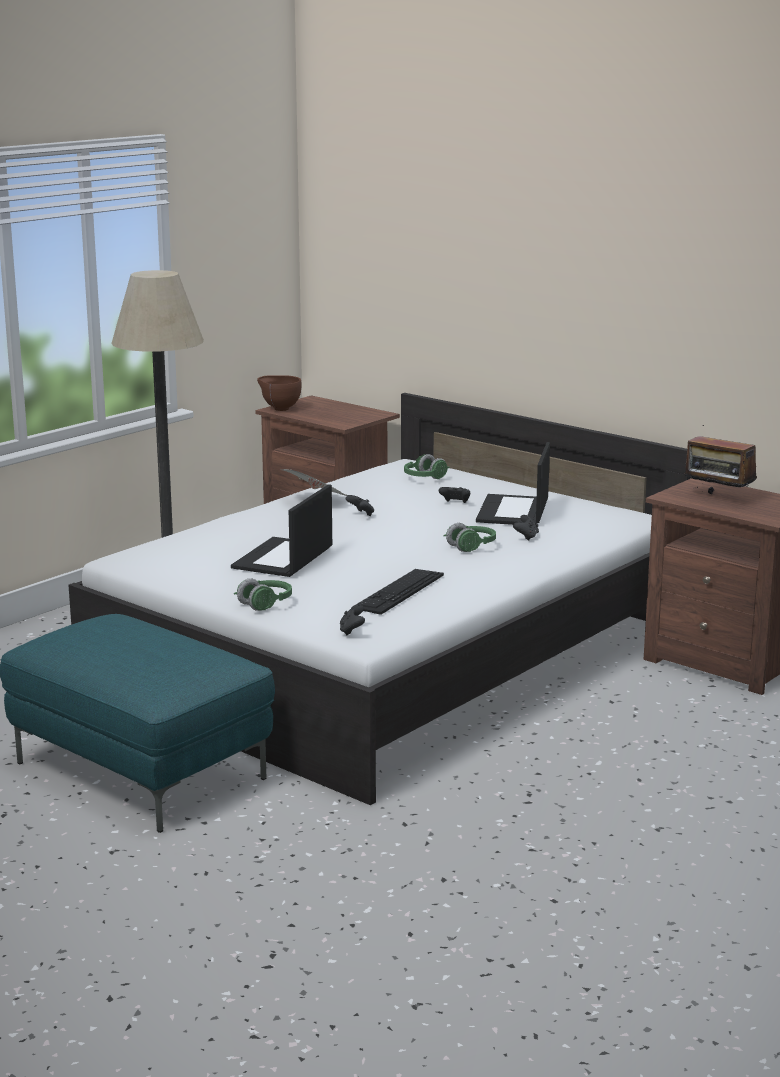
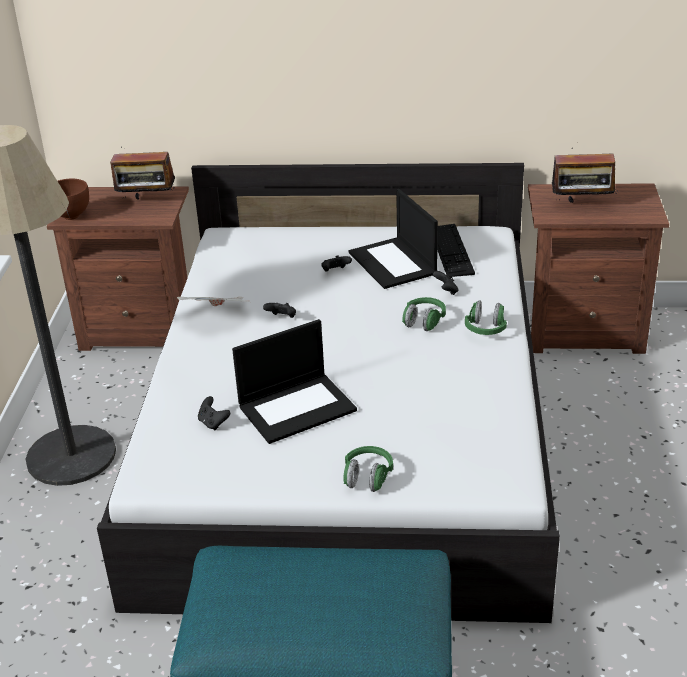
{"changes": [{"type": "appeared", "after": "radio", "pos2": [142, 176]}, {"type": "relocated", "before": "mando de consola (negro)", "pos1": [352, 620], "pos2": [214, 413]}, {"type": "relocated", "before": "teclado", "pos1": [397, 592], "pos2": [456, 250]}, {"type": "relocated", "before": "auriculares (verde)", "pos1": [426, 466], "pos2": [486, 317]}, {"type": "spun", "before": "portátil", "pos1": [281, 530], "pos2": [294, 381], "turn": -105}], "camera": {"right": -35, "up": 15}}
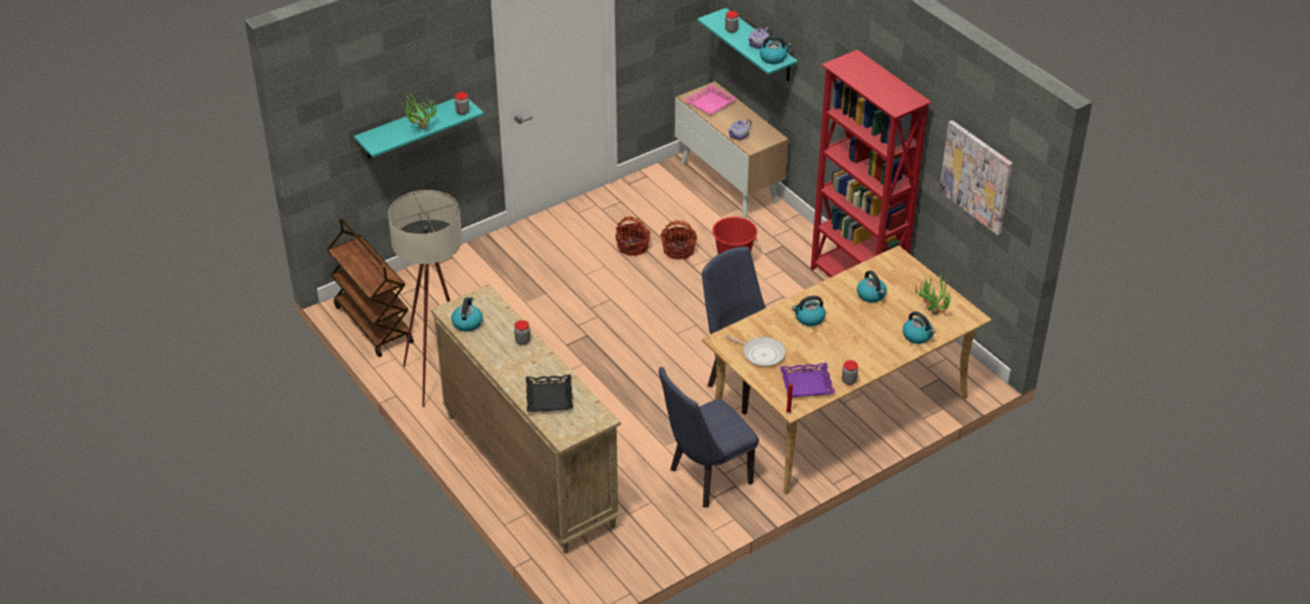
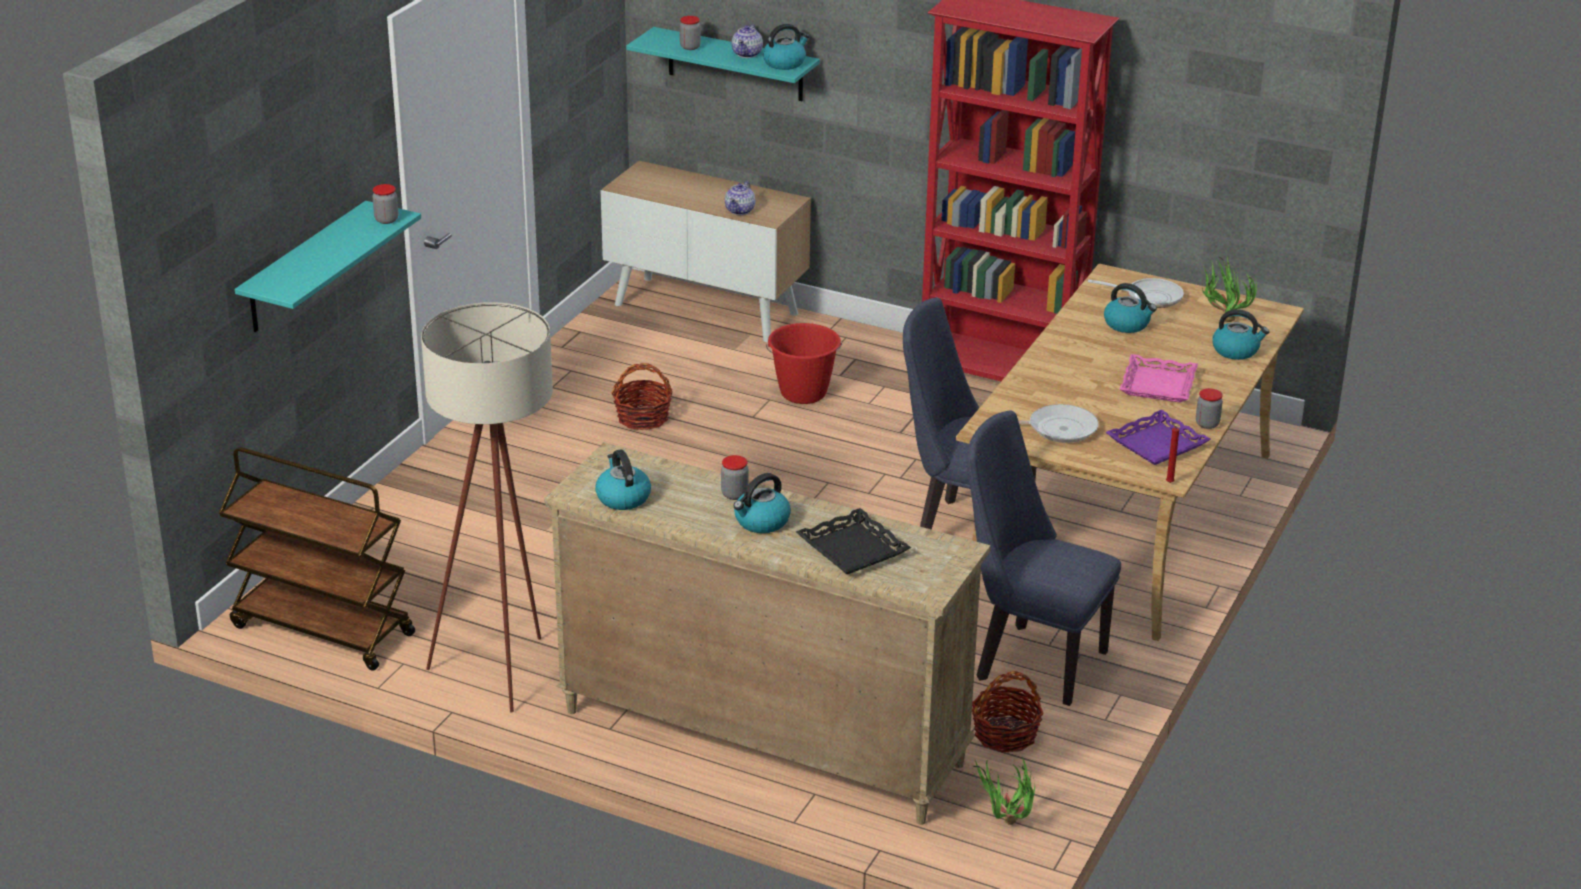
{"changes": [{"type": "missing", "before": "cuadro", "pos1": [976, 177]}, {"type": "appeared", "after": "sartén", "pos2": [1136, 293]}, {"type": "relocated", "before": "planta en maceta", "pos1": [419, 110], "pos2": [1004, 791]}, {"type": "relocated", "before": "cesta", "pos1": [678, 240], "pos2": [1008, 711]}, {"type": "relocated", "before": "bandeja (rosa)", "pos1": [711, 99], "pos2": [1158, 378]}, {"type": "relocated", "before": "hervidor", "pos1": [809, 311], "pos2": [762, 503]}, {"type": "spun", "before": "silla (azul)", "pos1": [709, 437], "pos2": [1044, 558], "turn": 90}], "camera": {"right": -30, "up": -10}}
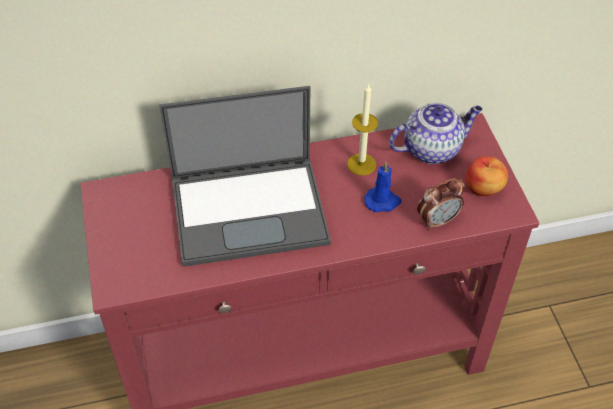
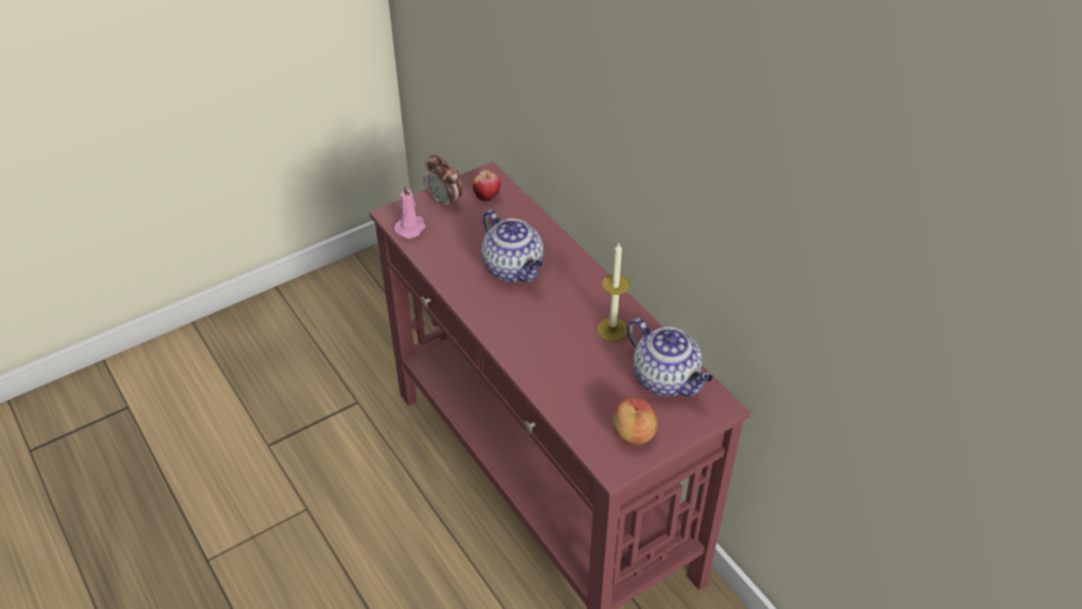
{"changes": [{"type": "missing", "before": "vela (azul)", "pos1": [383, 186]}, {"type": "appeared", "after": "vela (rosa)", "pos2": [410, 211]}, {"type": "appeared", "after": "manzana", "pos2": [487, 185]}, {"type": "relocated", "before": "despertador", "pos1": [441, 204], "pos2": [443, 182]}, {"type": "exchanged", "before": "portátil", "after": "tetera", "pos1": [245, 176], "pos2": [513, 246]}], "camera": {"right": 70, "up": -5}}
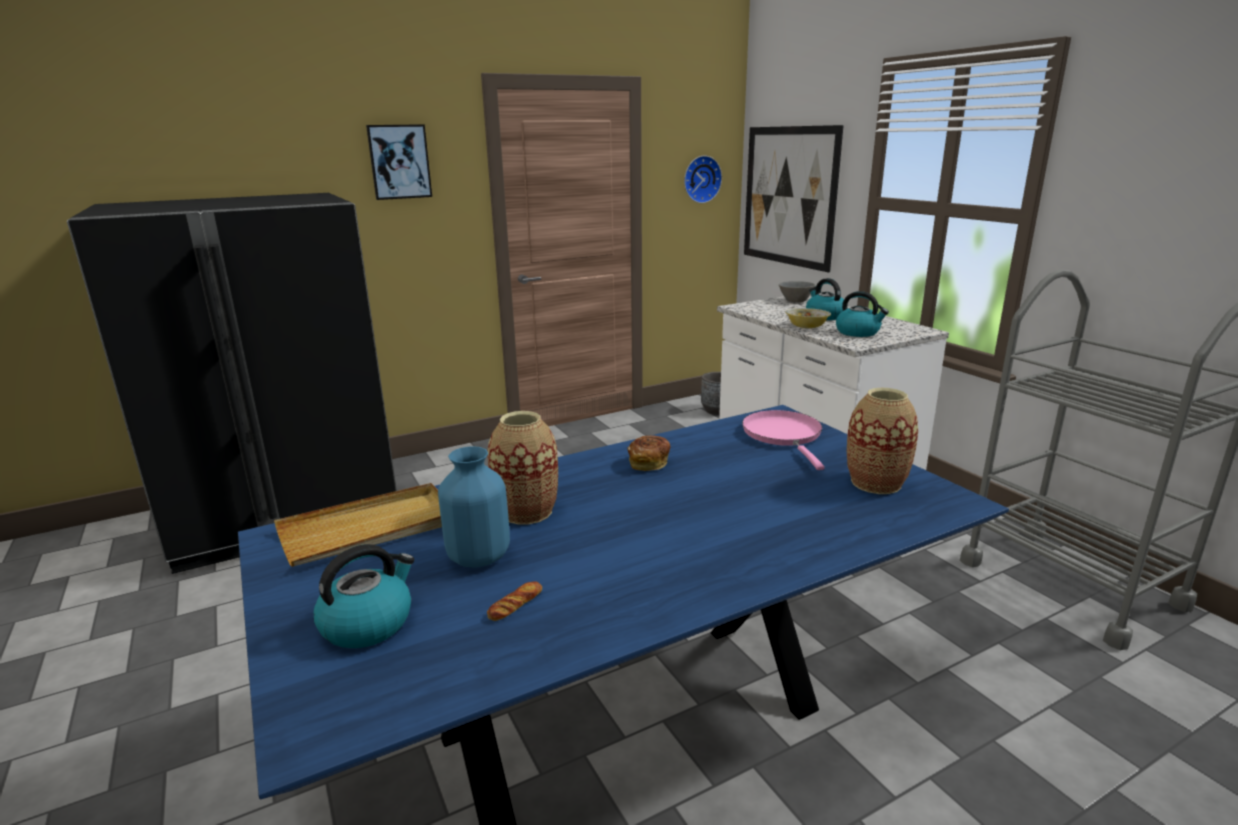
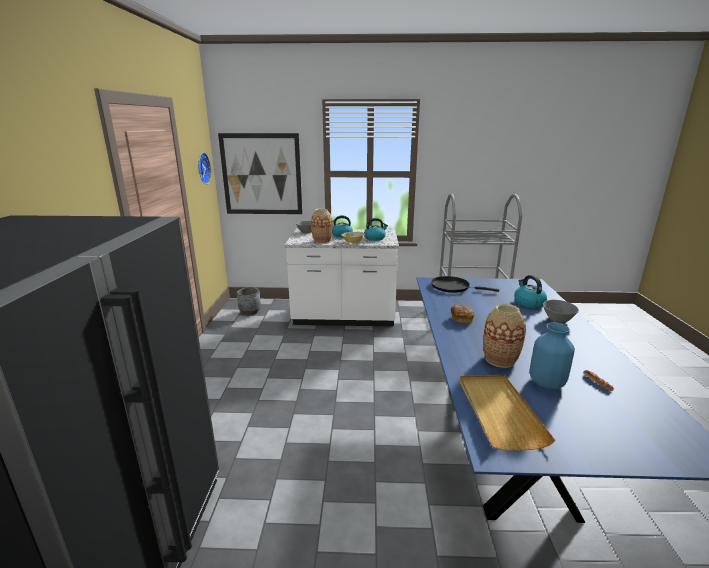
{"changes": [{"type": "missing", "before": "cuadro", "pos1": [399, 162]}, {"type": "appeared", "after": "cuenco (gris)", "pos2": [561, 311]}, {"type": "relocated", "before": "hervidor", "pos1": [364, 596], "pos2": [530, 291]}, {"type": "relocated", "before": "florero", "pos1": [882, 441], "pos2": [322, 225]}, {"type": "colour", "before": "sartén (rosa)", "after": "sartén (negro)", "pos1": [783, 440], "pos2": [465, 284]}], "camera": {"right": -60, "up": 0}}
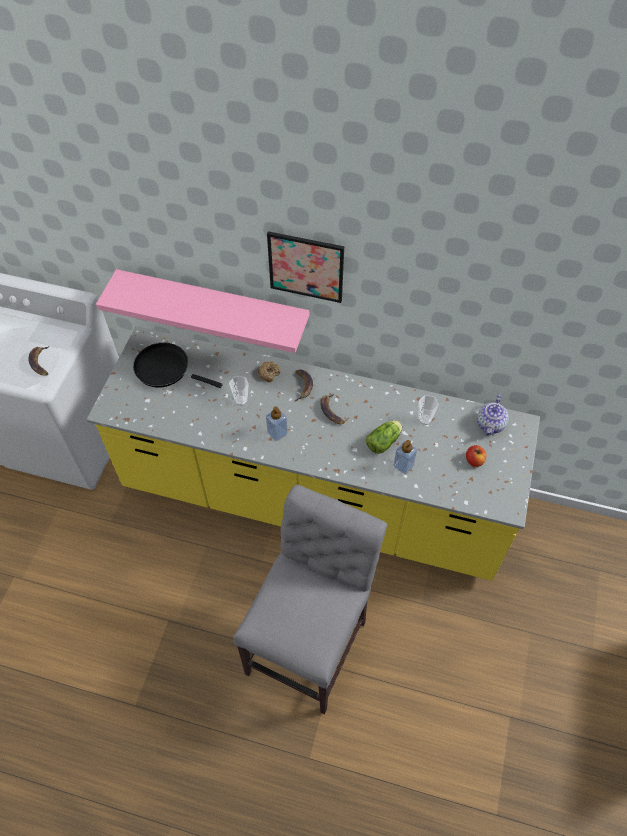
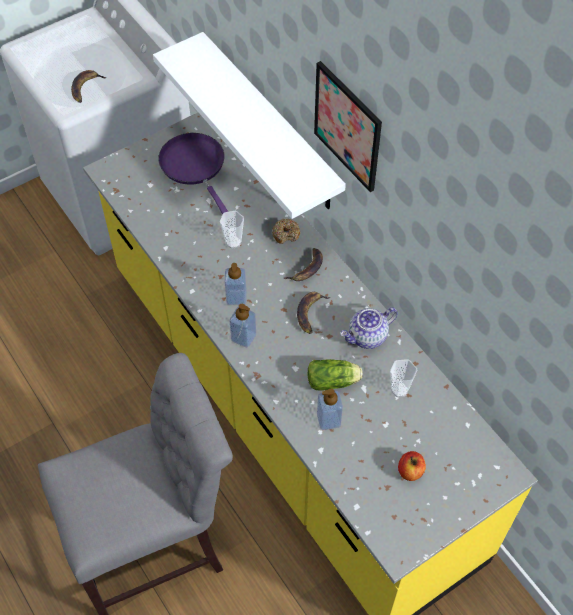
{"changes": [{"type": "appeared", "after": "dispensador de jabón", "pos2": [243, 325]}, {"type": "relocated", "before": "tetera", "pos1": [493, 415], "pos2": [369, 328]}, {"type": "colour", "before": "estante (rosa)", "after": "estante (blanco)", "pos1": [202, 311], "pos2": [249, 125]}, {"type": "colour", "before": "sartén (negro)", "after": "sartén (morado)", "pos1": [178, 365], "pos2": [193, 173]}], "camera": {"right": 40, "up": 0}}
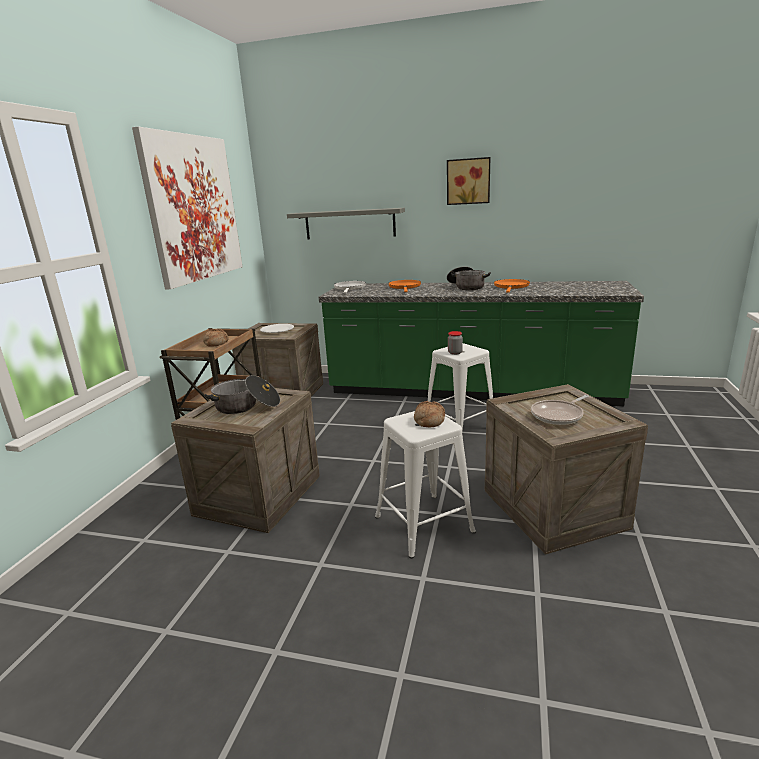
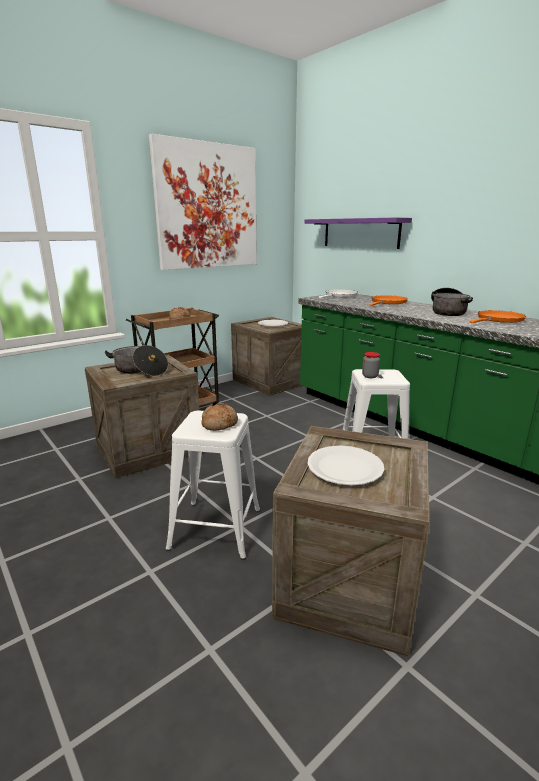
{"changes": [{"type": "missing", "before": "cuadro", "pos1": [468, 181]}, {"type": "exchanged", "before": "sartén", "after": "plato (blanco)", "pos1": [560, 410], "pos2": [345, 465]}, {"type": "colour", "before": "estante (gris)", "after": "estante (morado)", "pos1": [346, 223], "pos2": [358, 233]}], "camera": {"right": 35, "up": 0}}
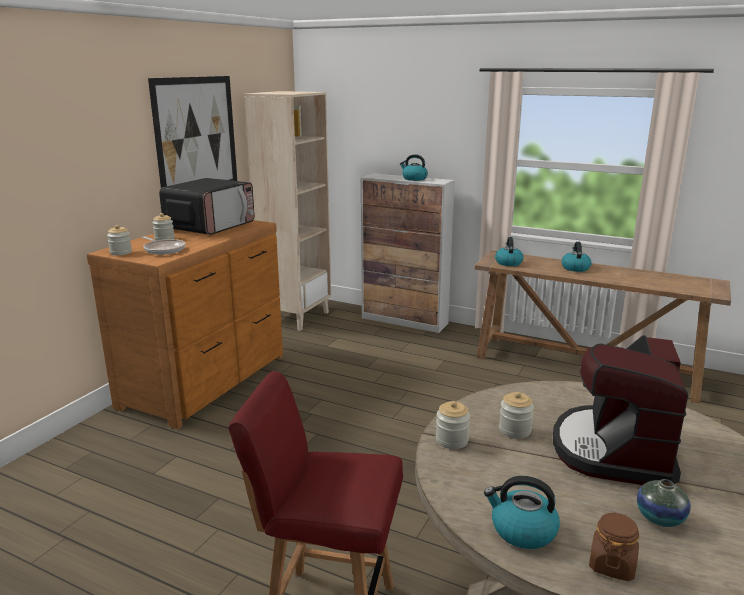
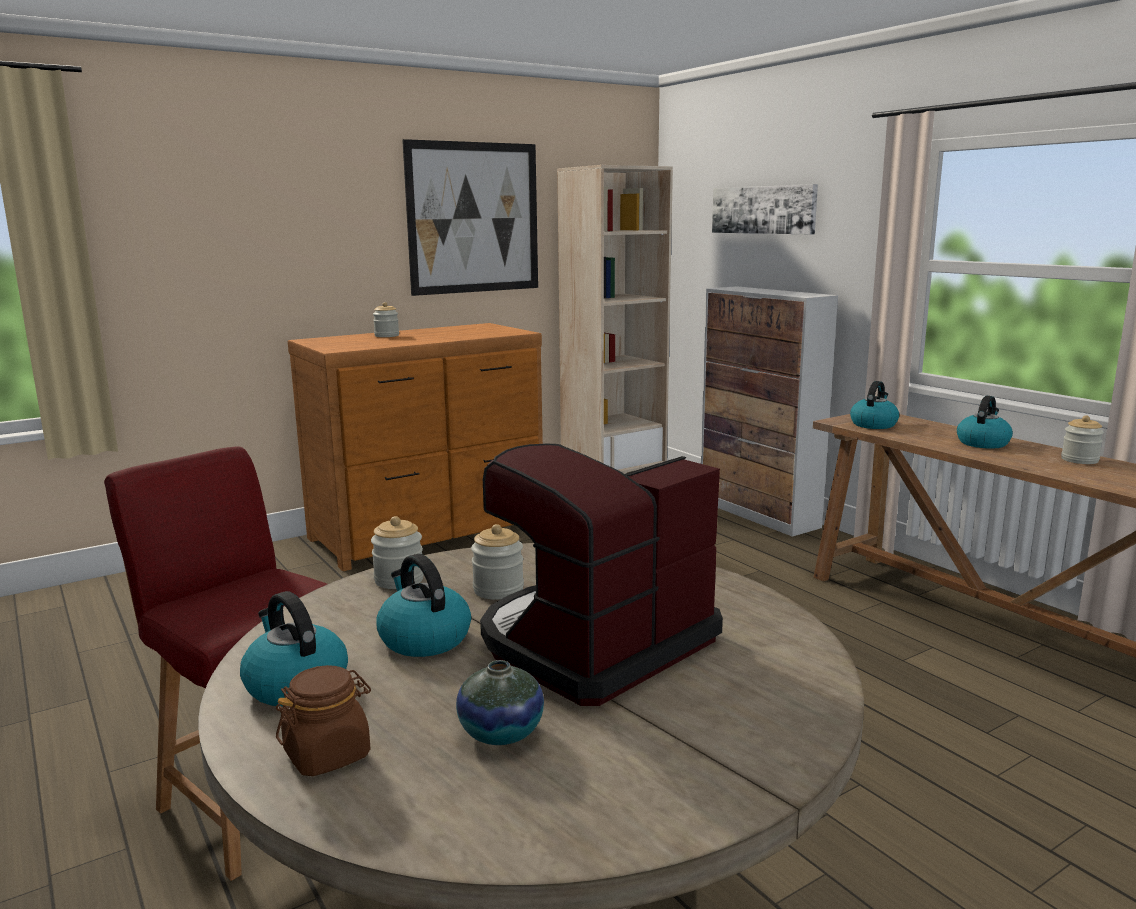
{"changes": [{"type": "missing", "before": "sartén", "pos1": [164, 245]}, {"type": "missing", "before": "microondas", "pos1": [207, 206]}, {"type": "appeared", "after": "cuadro", "pos2": [765, 209]}, {"type": "relocated", "before": "tarro", "pos1": [119, 240], "pos2": [1082, 439]}, {"type": "relocated", "before": "hervidor", "pos1": [414, 167], "pos2": [423, 605]}], "camera": {"right": 30, "up": -5}}
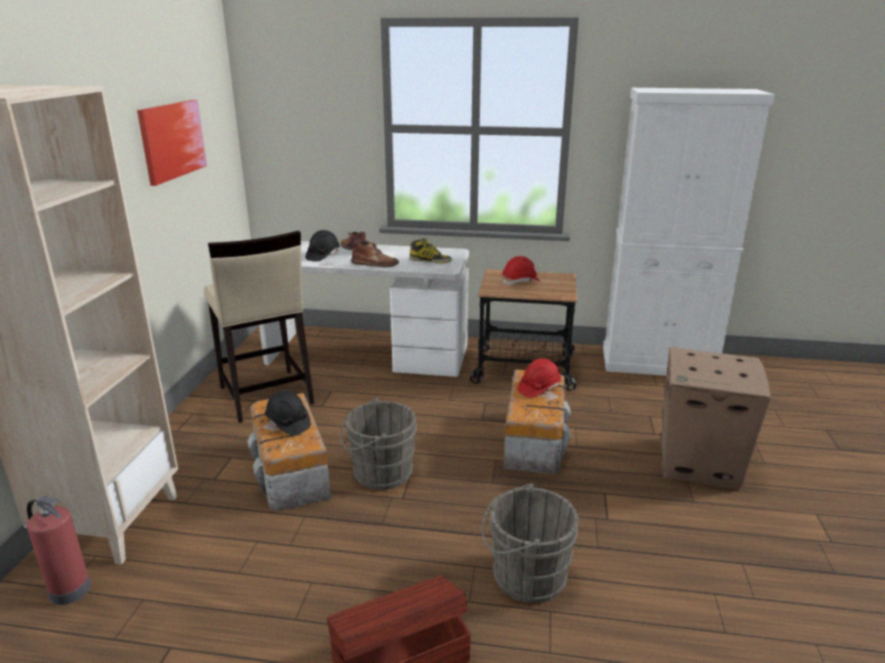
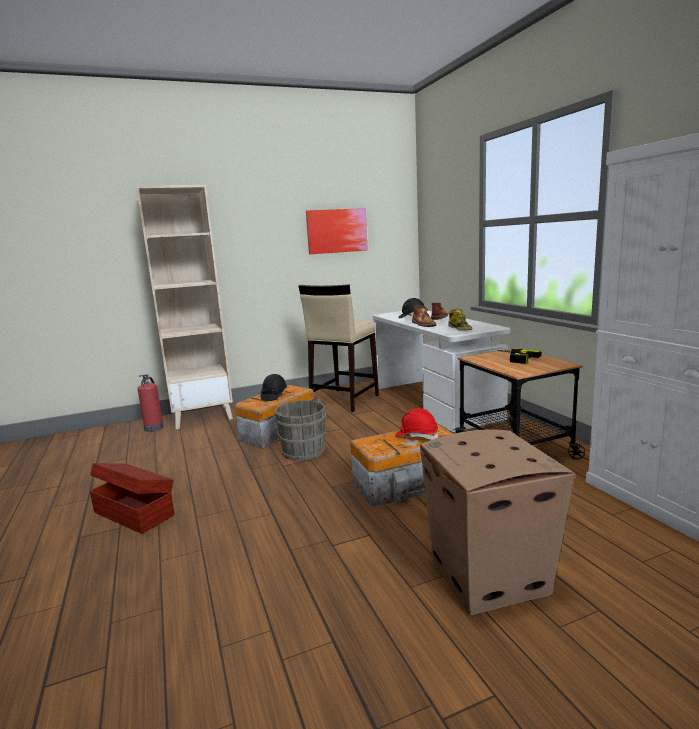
{"changes": [{"type": "missing", "before": "cubo (gris)", "pos1": [530, 543]}, {"type": "exchanged", "before": "casco (rojo)", "after": "taladro", "pos1": [521, 270], "pos2": [519, 356]}], "camera": {"right": 60, "up": -10}}
